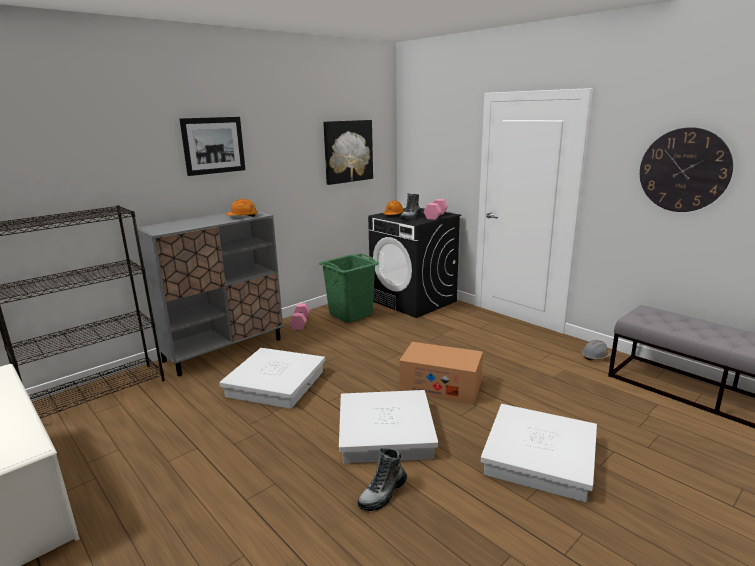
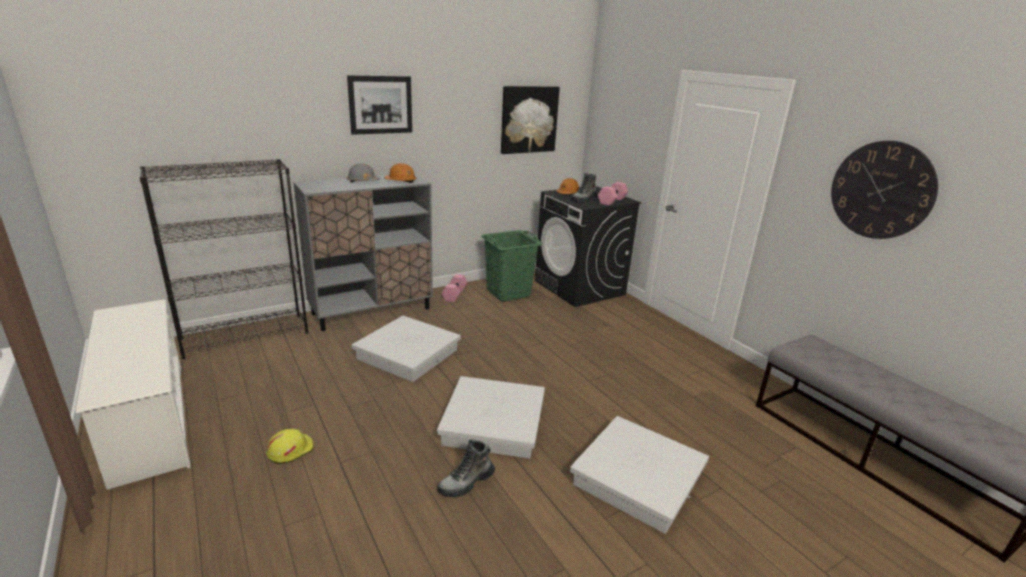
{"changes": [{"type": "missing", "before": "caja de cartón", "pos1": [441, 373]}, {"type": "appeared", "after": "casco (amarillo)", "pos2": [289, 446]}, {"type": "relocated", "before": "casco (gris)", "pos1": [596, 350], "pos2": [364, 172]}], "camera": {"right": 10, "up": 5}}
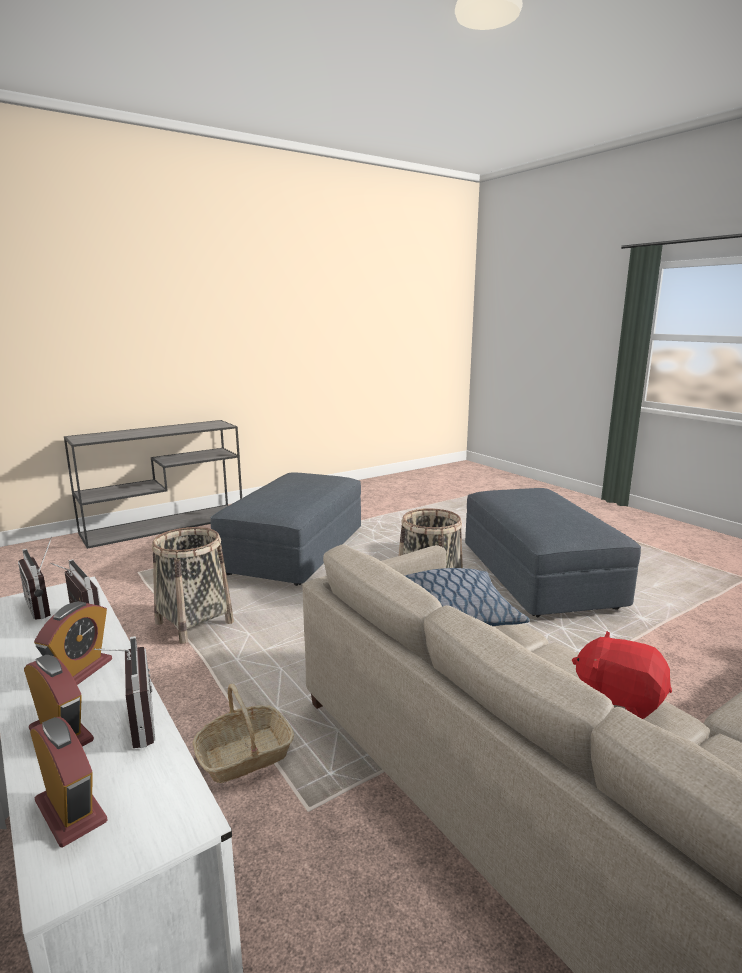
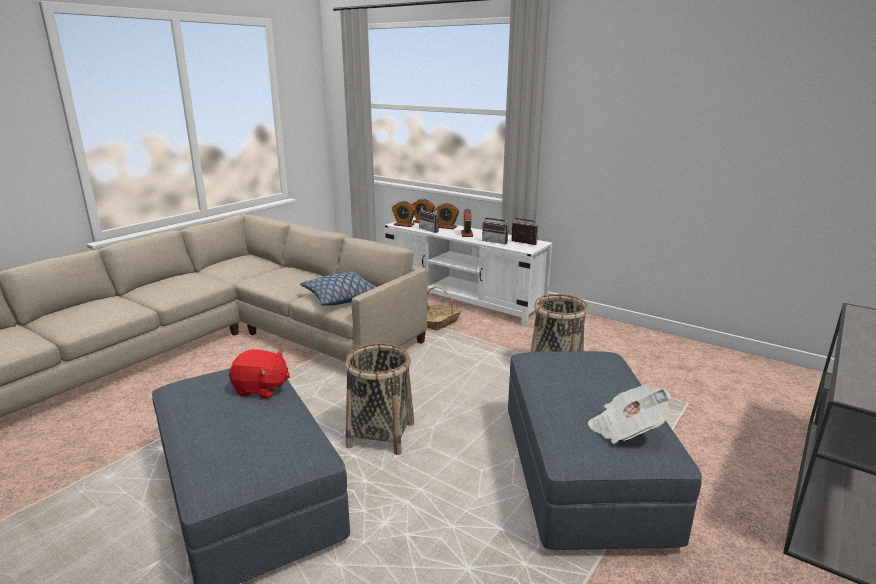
{"changes": [{"type": "appeared", "after": "despertador", "pos2": [404, 214]}, {"type": "appeared", "after": "periódico", "pos2": [630, 414]}, {"type": "relocated", "before": "peluche (rojo)", "pos1": [622, 675], "pos2": [259, 374]}], "camera": {"right": 160, "up": 5}}
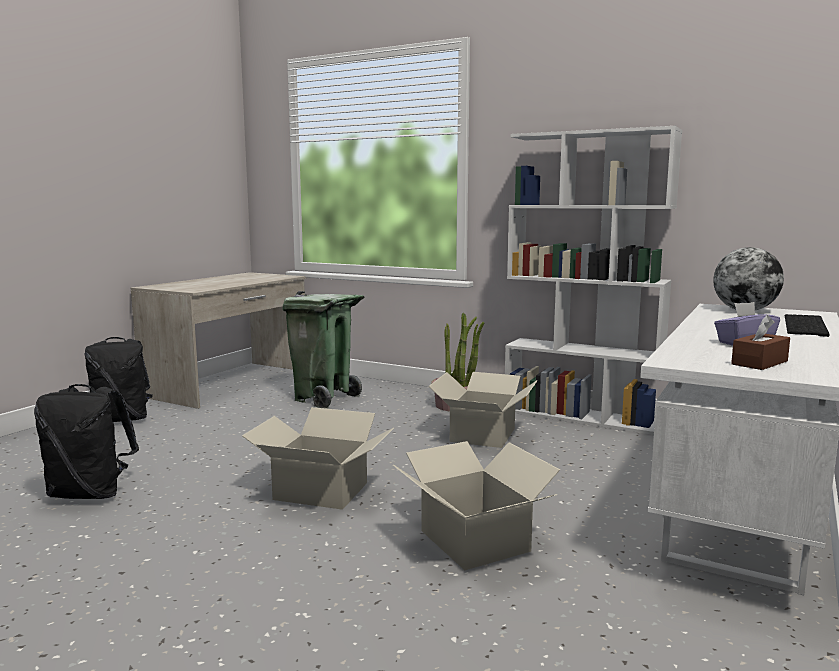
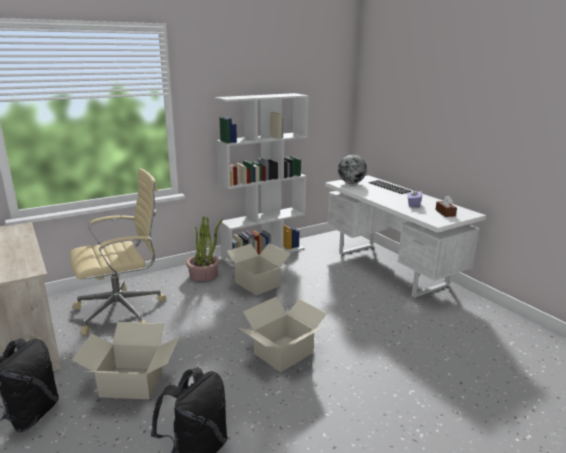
{"changes": [{"type": "relocated", "before": "caja de cartón", "pos1": [476, 505], "pos2": [125, 360]}, {"type": "exchanged", "before": "papelera (verde)", "after": "silla de oficina (beis)", "pos1": [323, 350], "pos2": [118, 251]}], "camera": {"right": -60, "up": 10}}
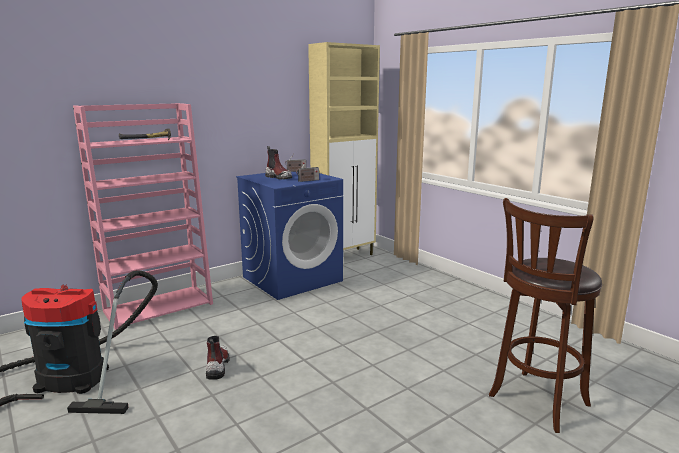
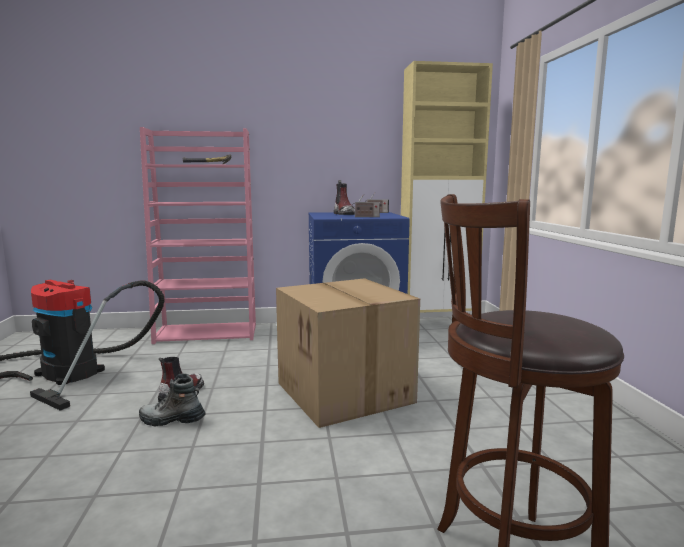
{"changes": [{"type": "appeared", "after": "bota", "pos2": [172, 400]}, {"type": "appeared", "after": "caja de cartón", "pos2": [348, 353]}], "camera": {"right": 30, "up": -5}}
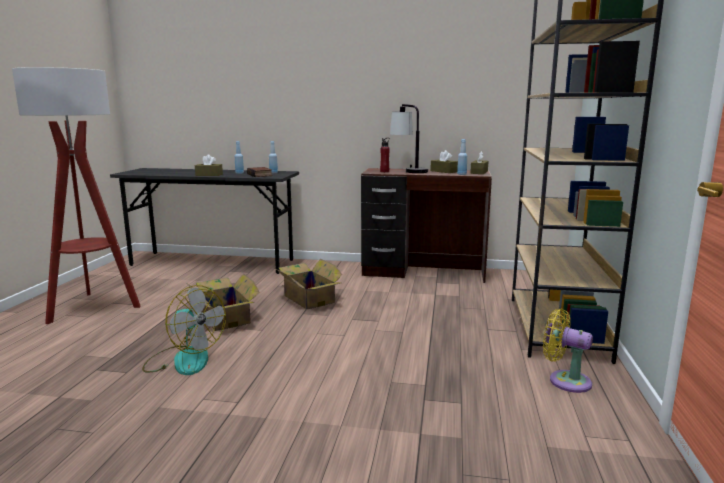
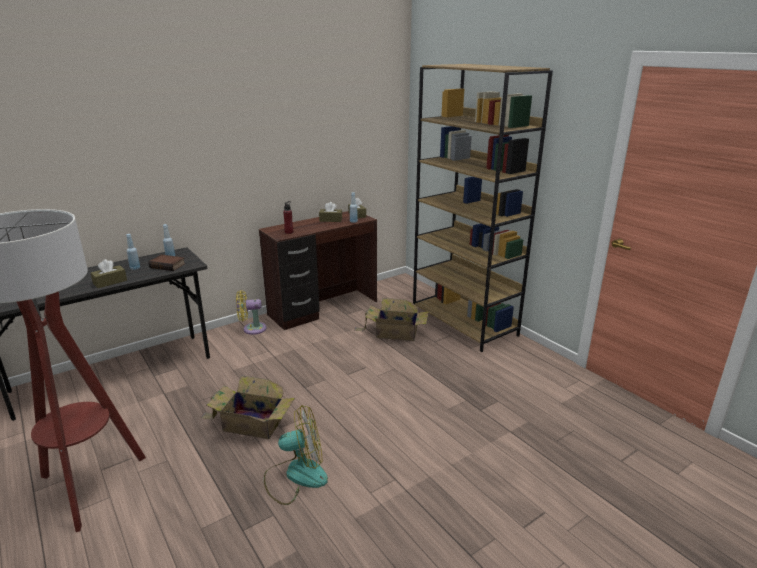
{"changes": [{"type": "missing", "before": "lámpara de mesa", "pos1": [409, 138]}, {"type": "relocated", "before": "caja de cartón", "pos1": [308, 284], "pos2": [391, 319]}, {"type": "relocated", "before": "ventilador (amarillo)", "pos1": [568, 351], "pos2": [251, 312]}], "camera": {"right": -45, "up": 10}}
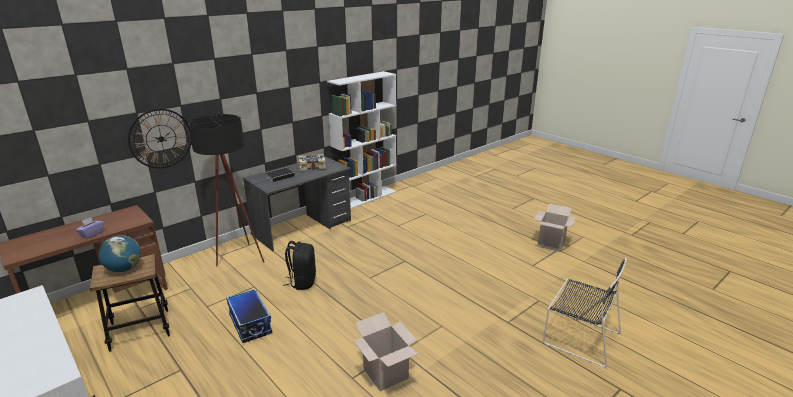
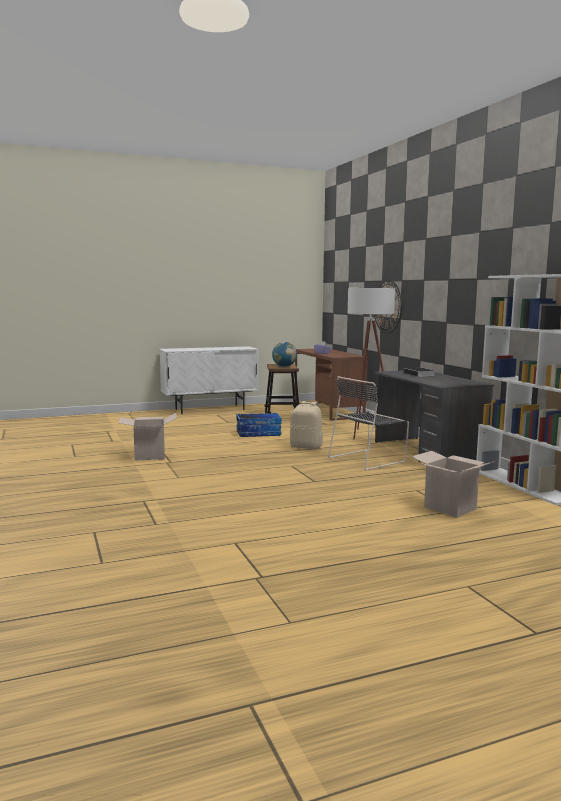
{"changes": [{"type": "missing", "before": "libro", "pos1": [312, 162]}, {"type": "relocated", "before": "caja de cartón", "pos1": [555, 228], "pos2": [453, 484]}, {"type": "relocated", "before": "silla (negro)", "pos1": [585, 312], "pos2": [368, 423]}, {"type": "colour", "before": "lámpara de pie (negro)", "after": "lámpara de pie (blanco)", "pos1": [226, 190], "pos2": [371, 363]}, {"type": "colour", "before": "mochila (negro)", "after": "mochila (beis)", "pos1": [299, 265], "pos2": [306, 425]}], "camera": {"right": 110, "up": -15}}
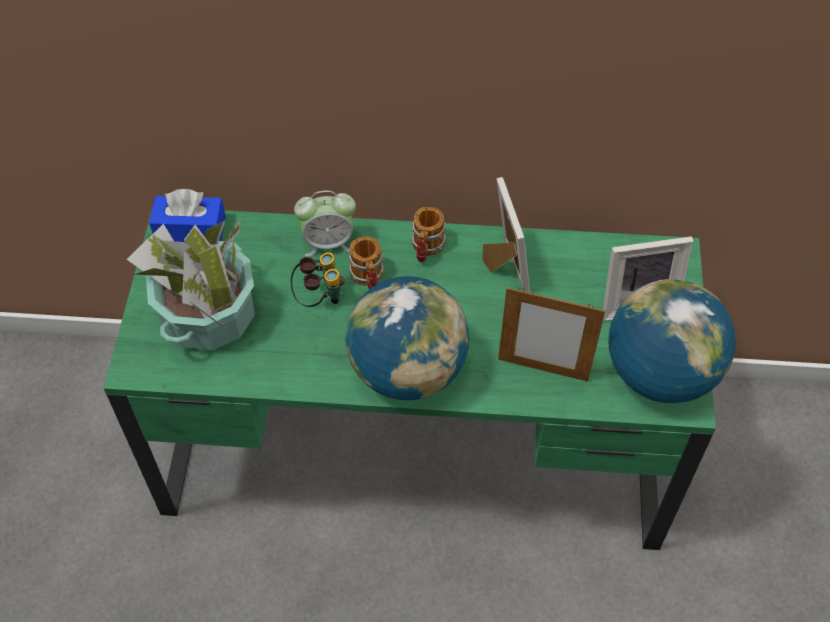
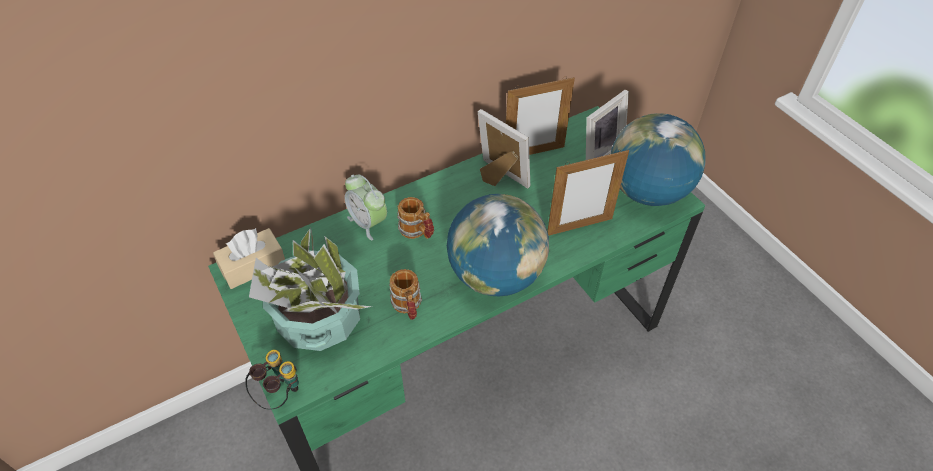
{"changes": [{"type": "appeared", "after": "portarretratos", "pos2": [540, 115]}, {"type": "relocated", "before": "prismáticos", "pos1": [317, 279], "pos2": [272, 380]}, {"type": "relocated", "before": "taza grande", "pos1": [428, 234], "pos2": [405, 294]}, {"type": "colour", "before": "caja de pañuelos (azul)", "after": "caja de pañuelos (beis)", "pos1": [187, 215], "pos2": [249, 258]}, {"type": "spun", "before": "despertador", "pos1": [325, 223], "pos2": [366, 208], "turn": 90}], "camera": {"right": -35, "up": -5}}
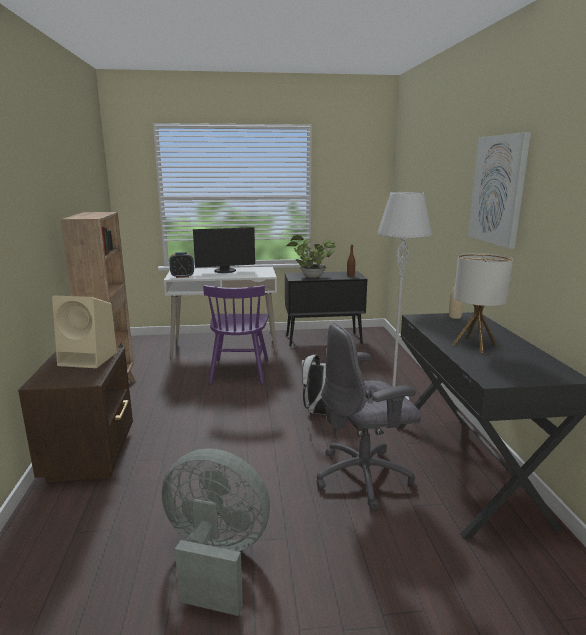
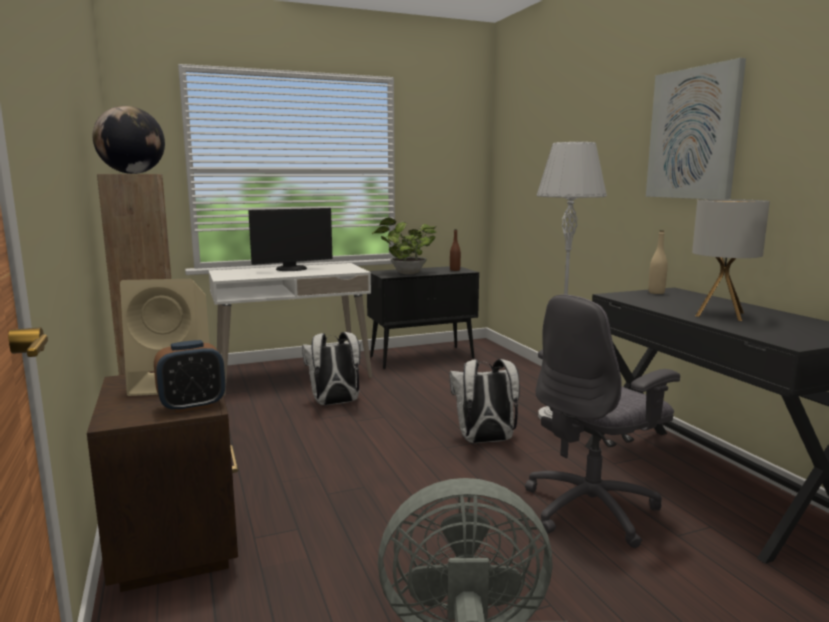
{"changes": [{"type": "appeared", "after": "globo terráqueo", "pos2": [128, 140]}, {"type": "relocated", "before": "despertador", "pos1": [181, 265], "pos2": [189, 376]}, {"type": "exchanged", "before": "silla (morado)", "after": "mochila (blanco)", "pos1": [236, 334], "pos2": [331, 368]}], "camera": {"right": -15, "up": -5}}
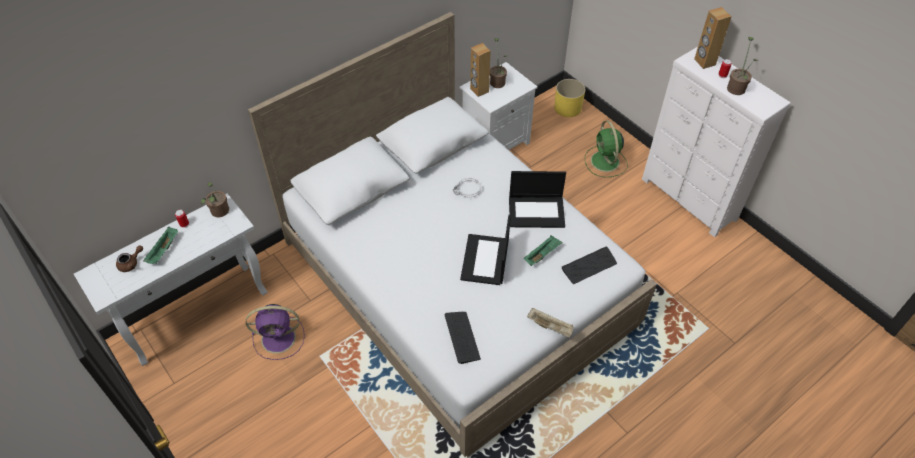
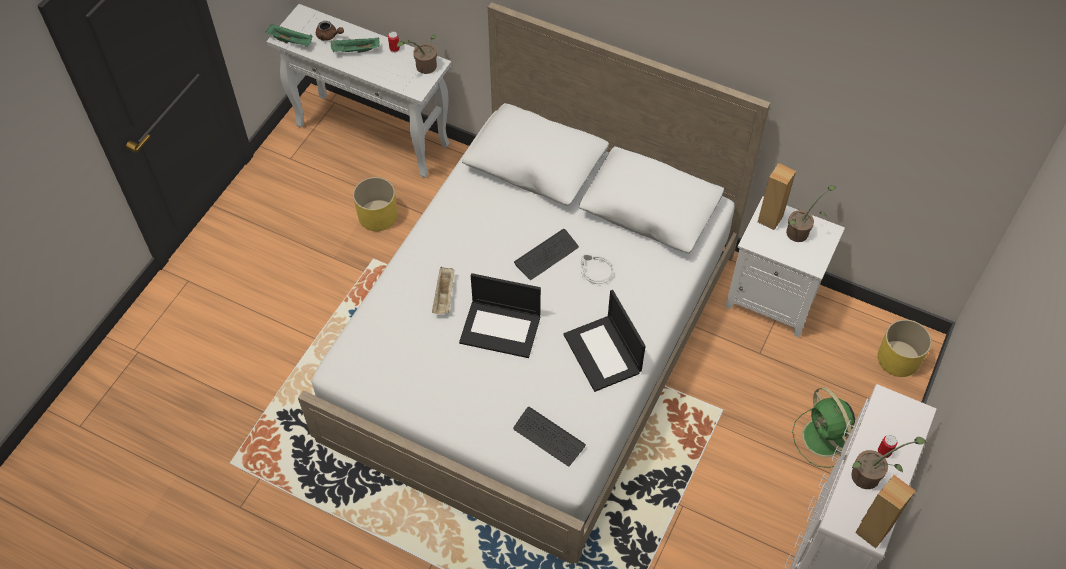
{"changes": [{"type": "relocated", "before": "teclado", "pos1": [462, 338], "pos2": [546, 254]}, {"type": "relocated", "before": "bandeja (verde)", "pos1": [543, 250], "pos2": [289, 35]}, {"type": "relocated", "before": "bandeja (beis)", "pos1": [550, 323], "pos2": [443, 290]}, {"type": "relocated", "before": "altavoz (marrón)", "pos1": [713, 38], "pos2": [885, 511]}, {"type": "exchanged", "before": "ventilador (morado)", "after": "maceta (amarillo)", "pos1": [275, 332], "pos2": [375, 204]}, {"type": "spun", "before": "portátil", "pos1": [485, 250], "pos2": [500, 315], "turn": -150}, {"type": "spun", "before": "ventilador (verde)", "pos1": [606, 148], "pos2": [823, 427], "turn": -75}], "camera": {"right": 65, "up": 5}}
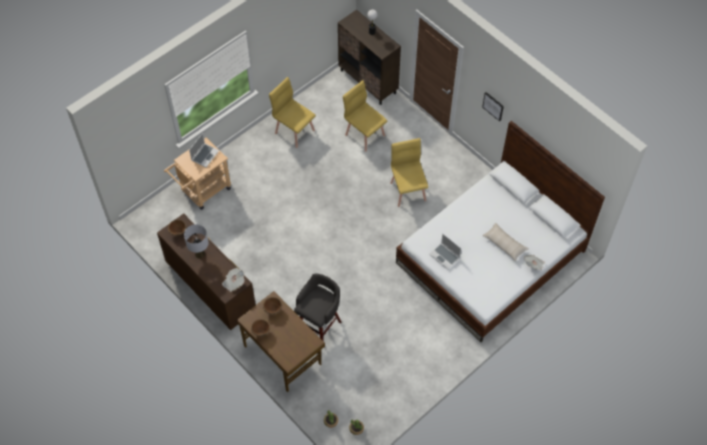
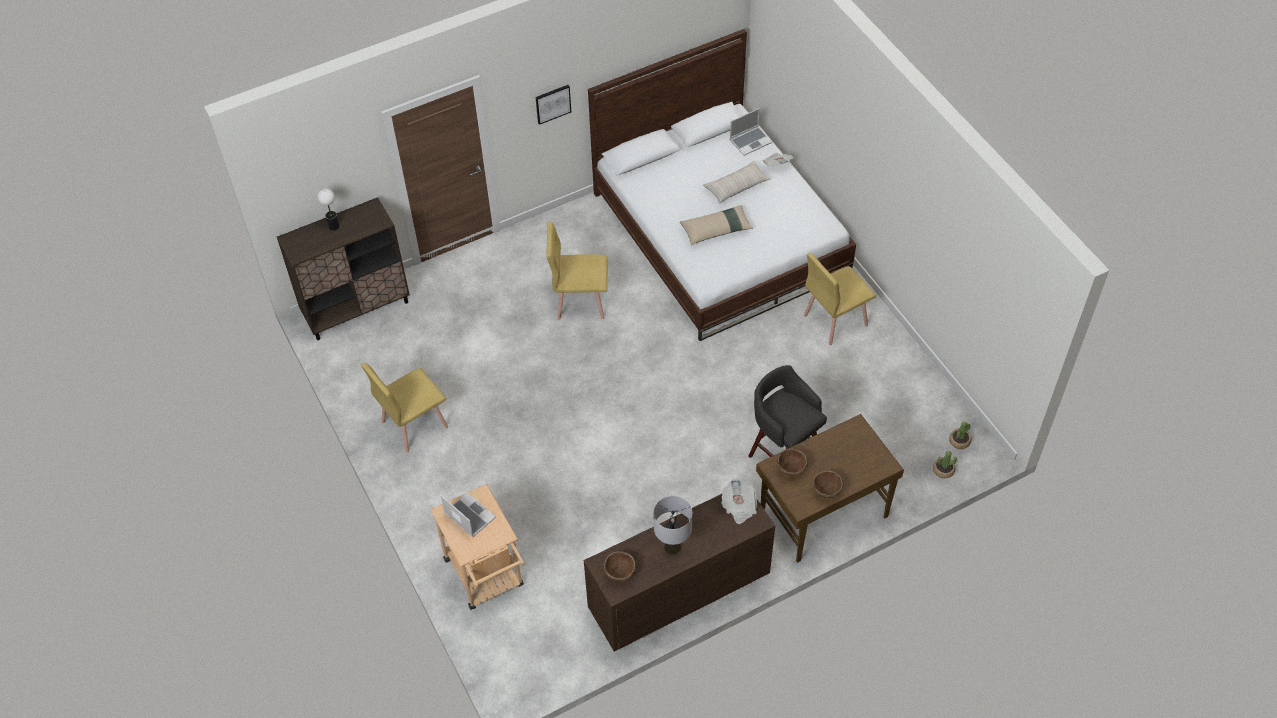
{"changes": [{"type": "appeared", "after": "cojín (beis)", "pos2": [716, 225]}, {"type": "relocated", "before": "silla (amarillo)", "pos1": [365, 116], "pos2": [840, 299]}, {"type": "relocated", "before": "portátil", "pos1": [445, 251], "pos2": [751, 132]}], "camera": {"right": -75, "up": -5}}
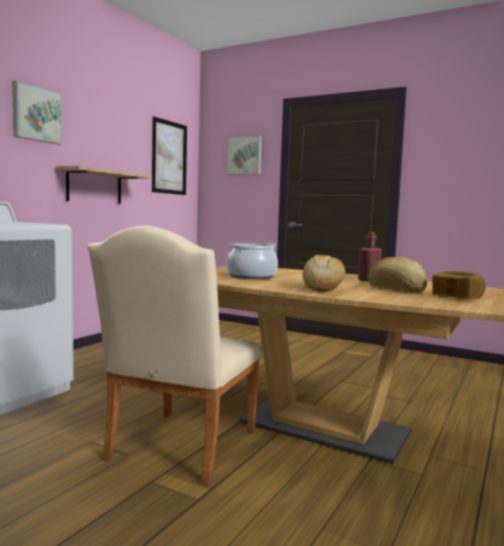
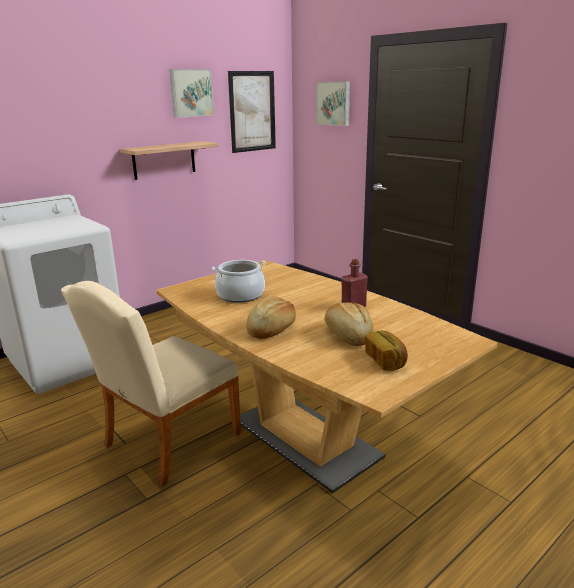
{"changes": [{"type": "relocated", "before": "cuadro", "pos1": [37, 112], "pos2": [191, 93]}], "camera": {"right": 20, "up": 15}}
